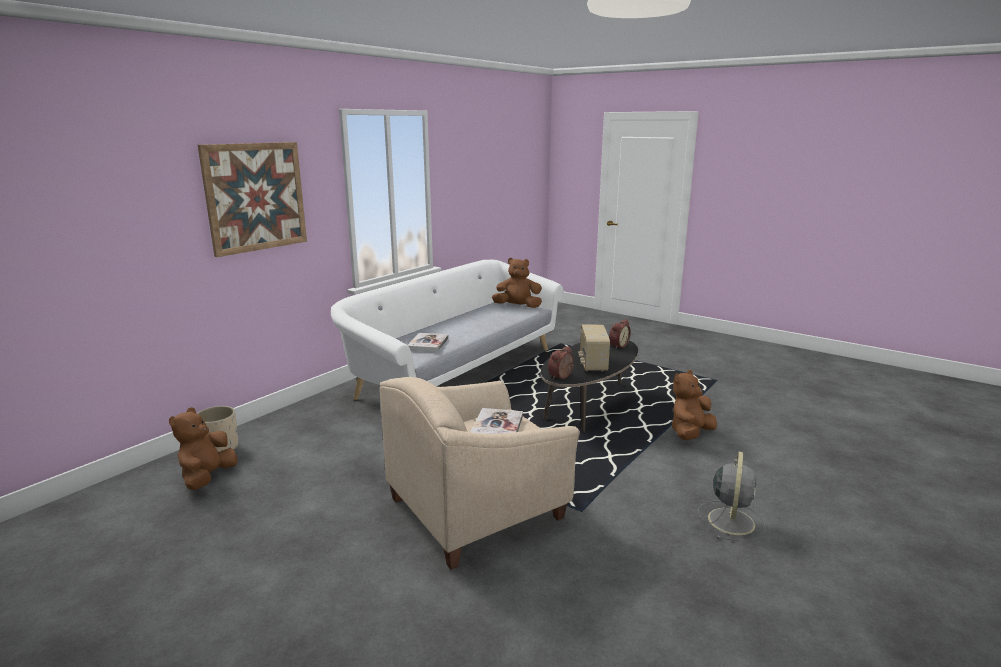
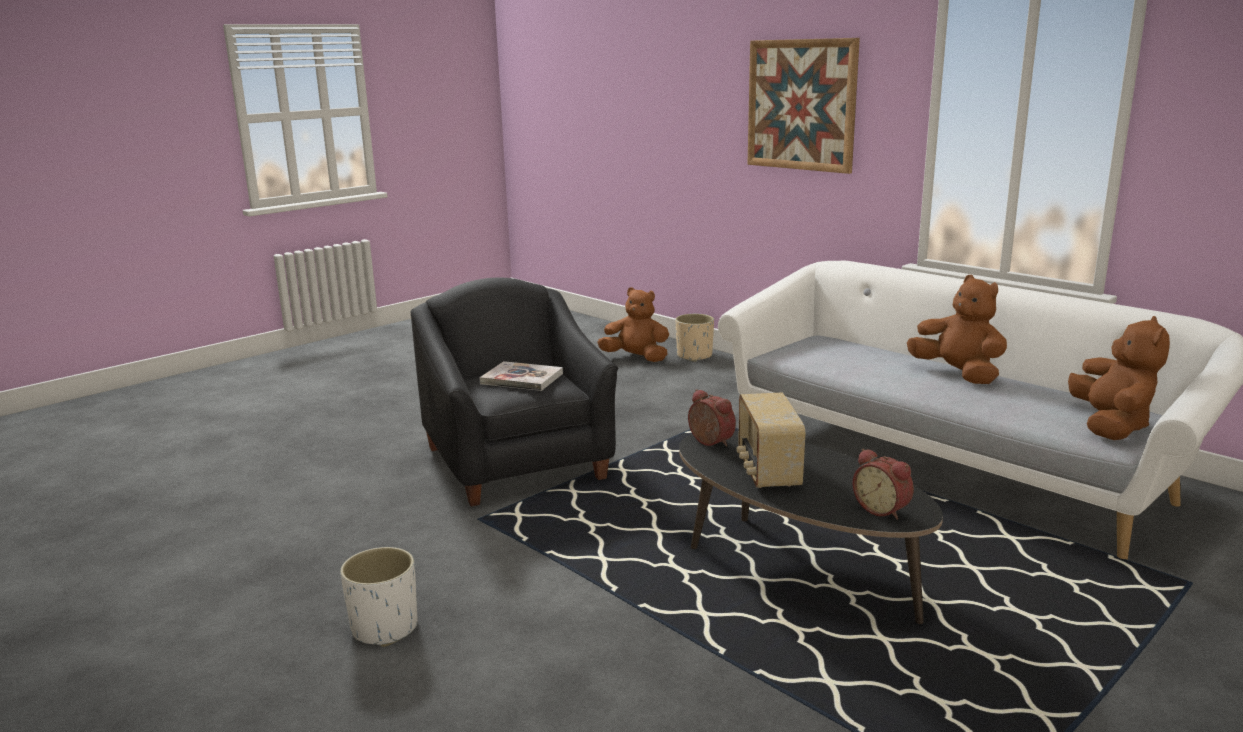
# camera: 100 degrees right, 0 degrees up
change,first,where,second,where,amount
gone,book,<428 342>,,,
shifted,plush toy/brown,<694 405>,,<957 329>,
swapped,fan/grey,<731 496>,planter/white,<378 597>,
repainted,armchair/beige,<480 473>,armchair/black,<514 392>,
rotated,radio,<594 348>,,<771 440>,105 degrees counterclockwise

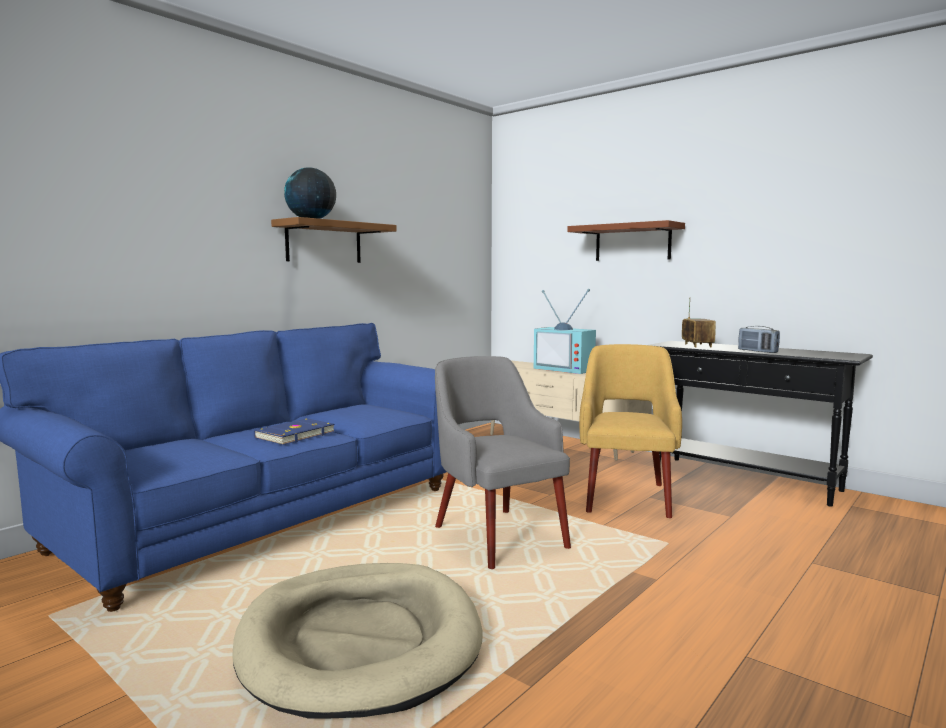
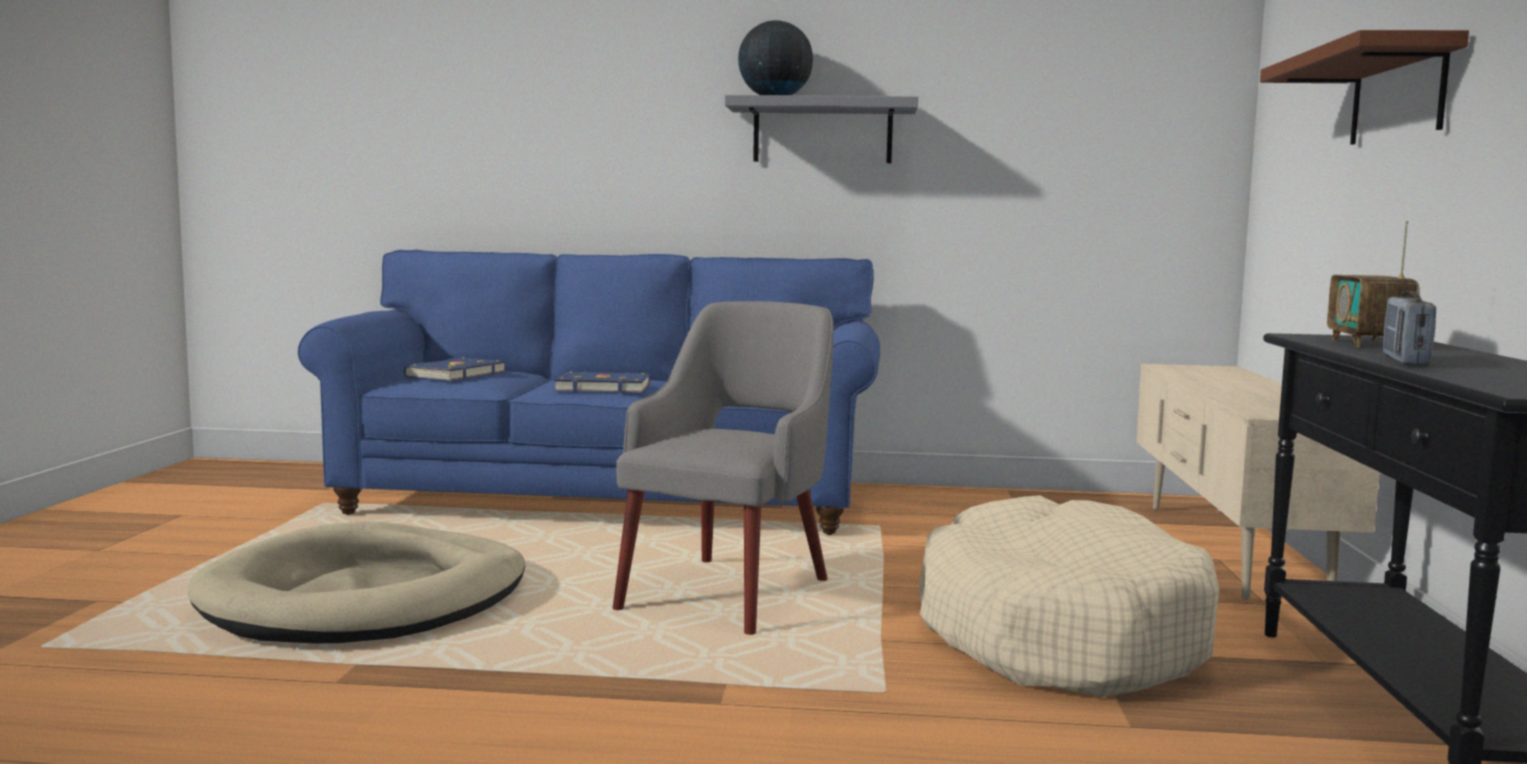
# camera: 55 degrees right, 0 degrees up
change,first,where,second,where,amount
gone,television,<565 331>,,,
new,,,book/blue,<455 369>,
swapped,armchair/yellow,<630 431>,dog bed/beige,<1069 596>,
repainted,shelf/brown,<334 240>,shelf/grey,<821 129>,
rotated,radio,<699 322>,,<1373 284>,135 degrees clockwise

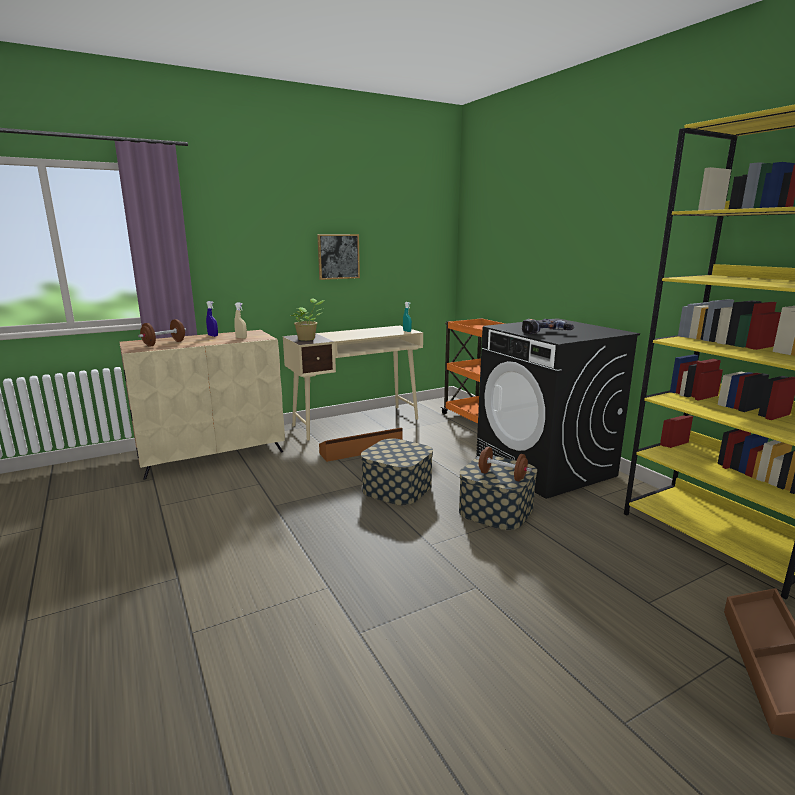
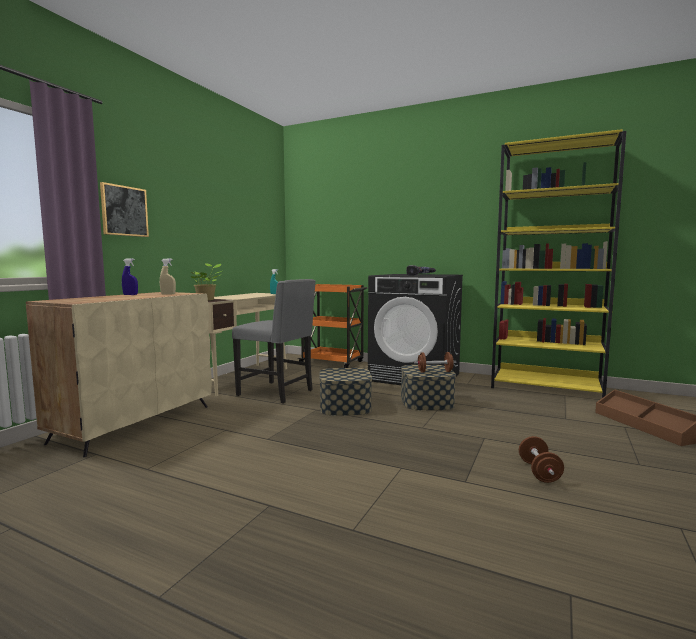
# camera: 35 degrees left, 10 degrees down
change,first,where,second,where,amount
shifted,dumbbell/brown,<162 333>,,<541 459>,
shifted,picture,<338 257>,,<124 209>,
swapped,storage box/brown,<361 445>,chair/grey,<274 341>,

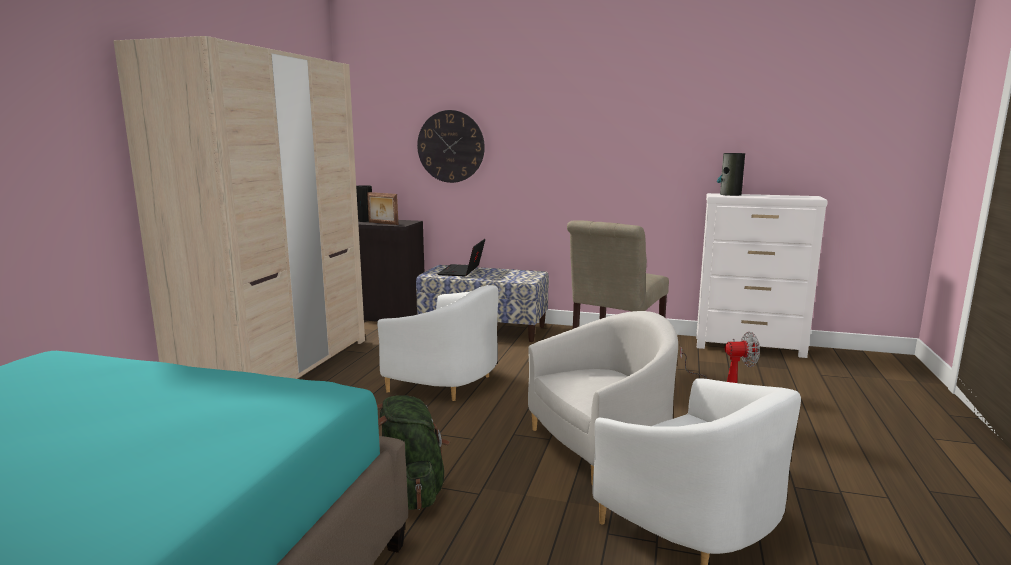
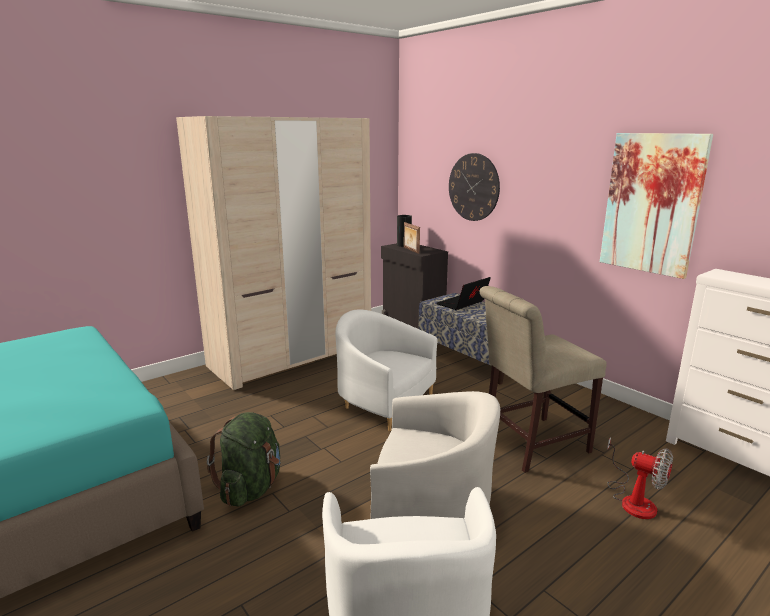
# camera: 35 degrees right, 5 degrees up
change,first,where,second,where,amount
gone,vase,<731 174>,,,
new,,,picture,<656 206>,
rotated,armchair/white,<437 343>,,<386 370>,150 degrees clockwise

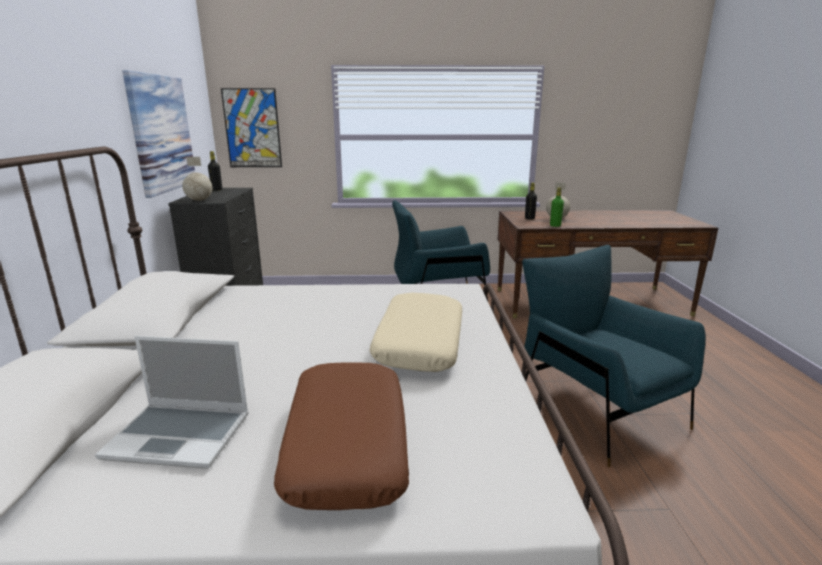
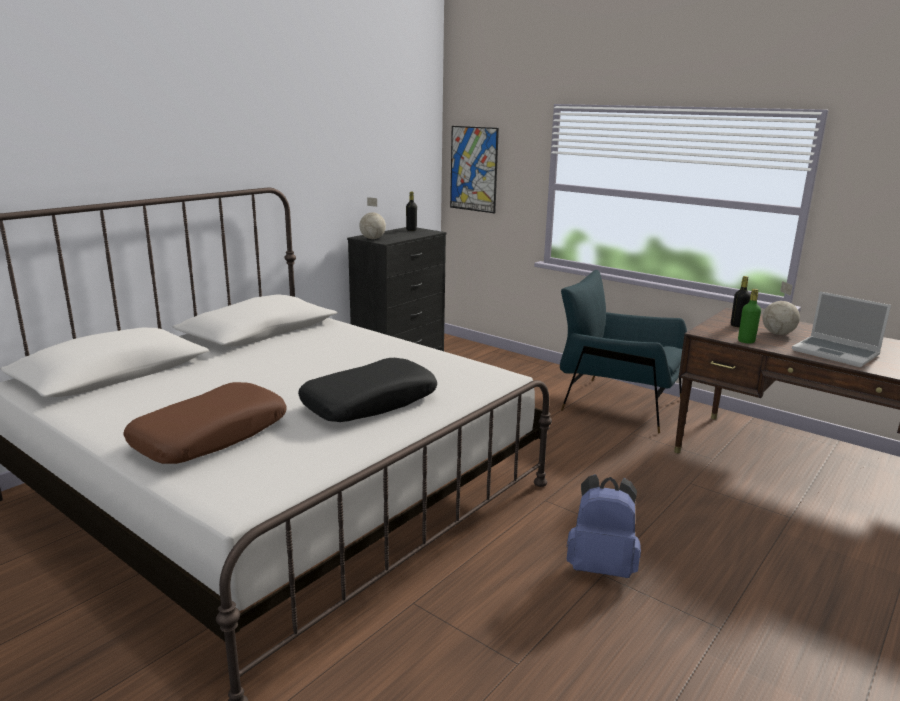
# camera: 40 degrees right, 0 degrees up
change,first,where,second,where,amount
gone,picture,<158 134>,,,
shifted,laptop,<172 402>,,<841 329>,
swapped,armchair/blue,<614 356>,backpack/blue,<603 526>,
repainted,pillow/beige,<416 332>,pillow/black,<367 390>,

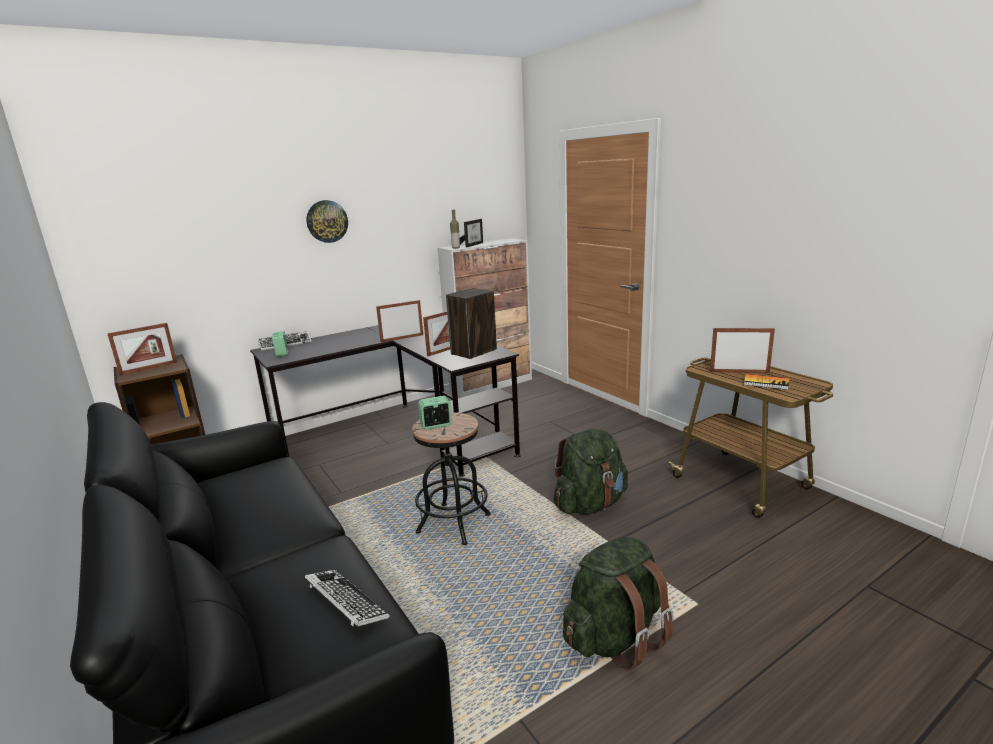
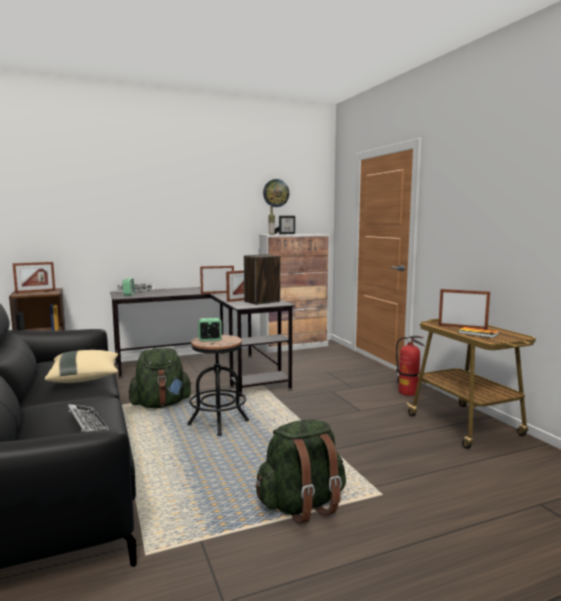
# camera: 10 degrees right, 10 degrees down
change,first,where,second,where,amount
new,,,pillow/beige,<82 366>,
new,,,fire extinguisher,<410 366>,
shifted,wall clock,<327 221>,,<276 193>,
shifted,backpack/green,<591 472>,,<160 378>,

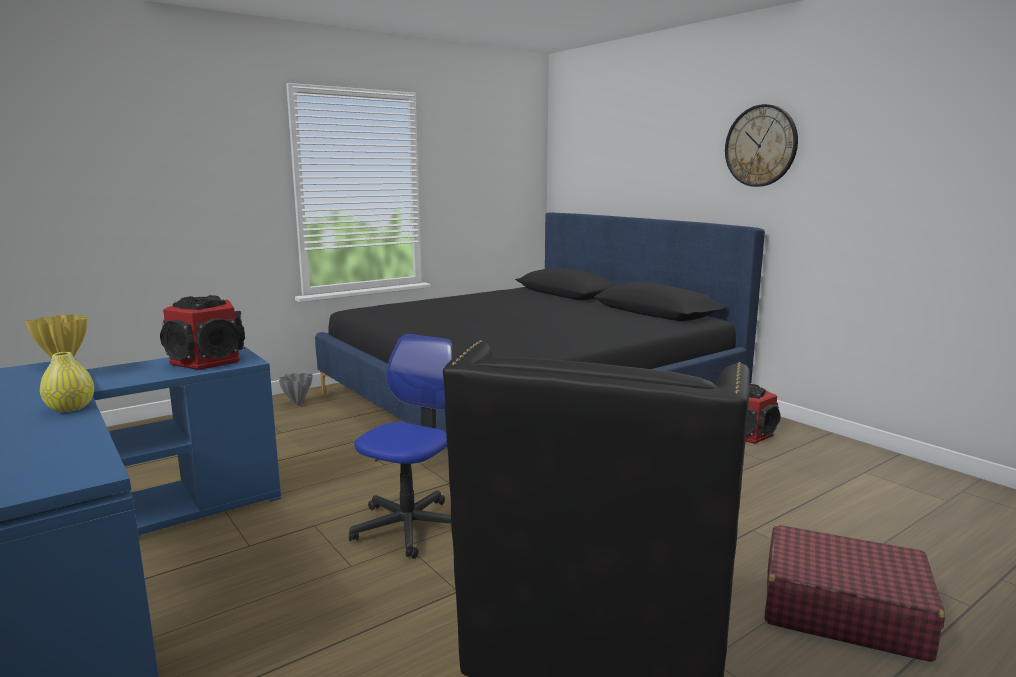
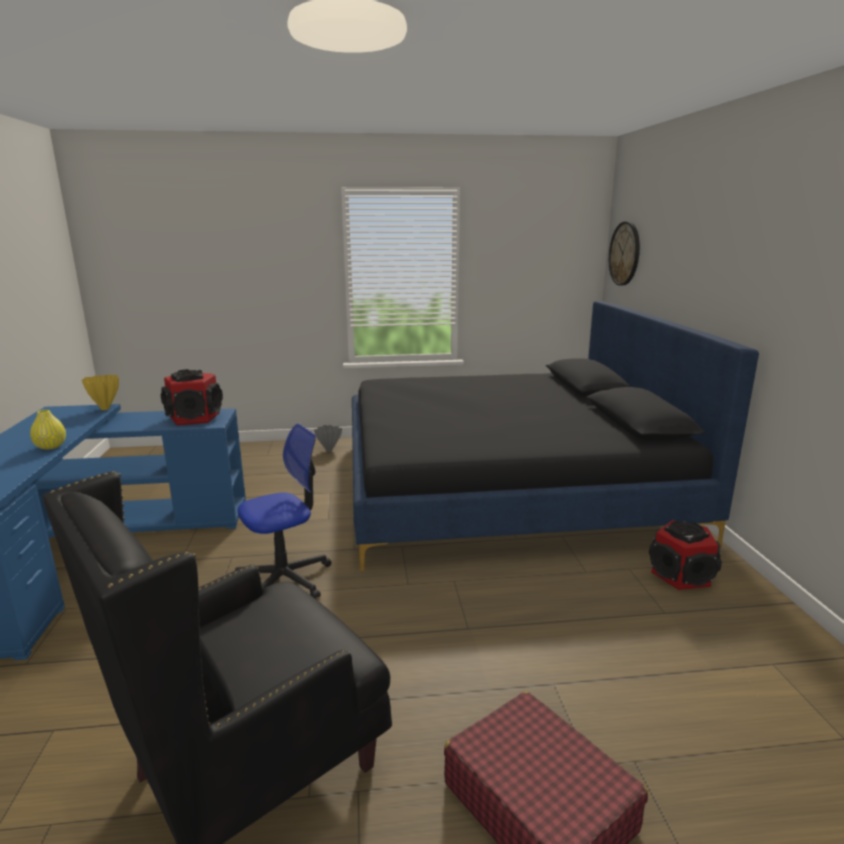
# camera: 30 degrees right, 5 degrees up
change,first,where,second,where,amount
shifted,wall clock,<761 145>,,<624 253>,

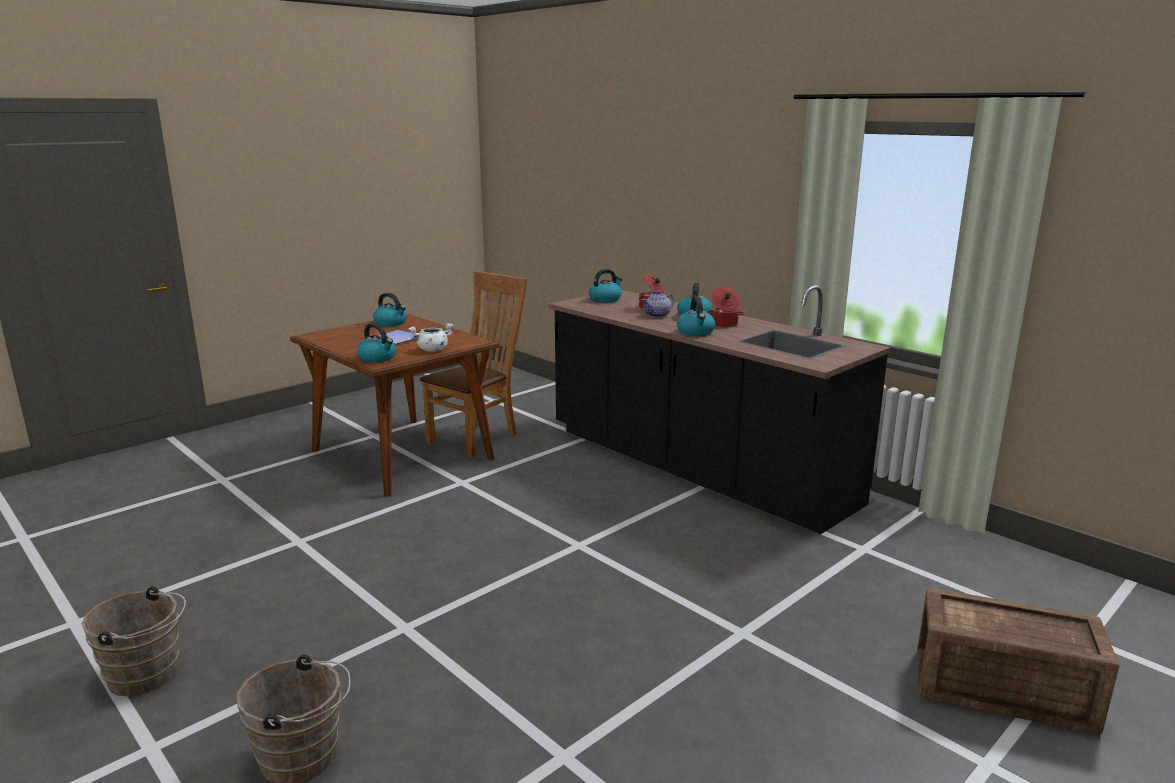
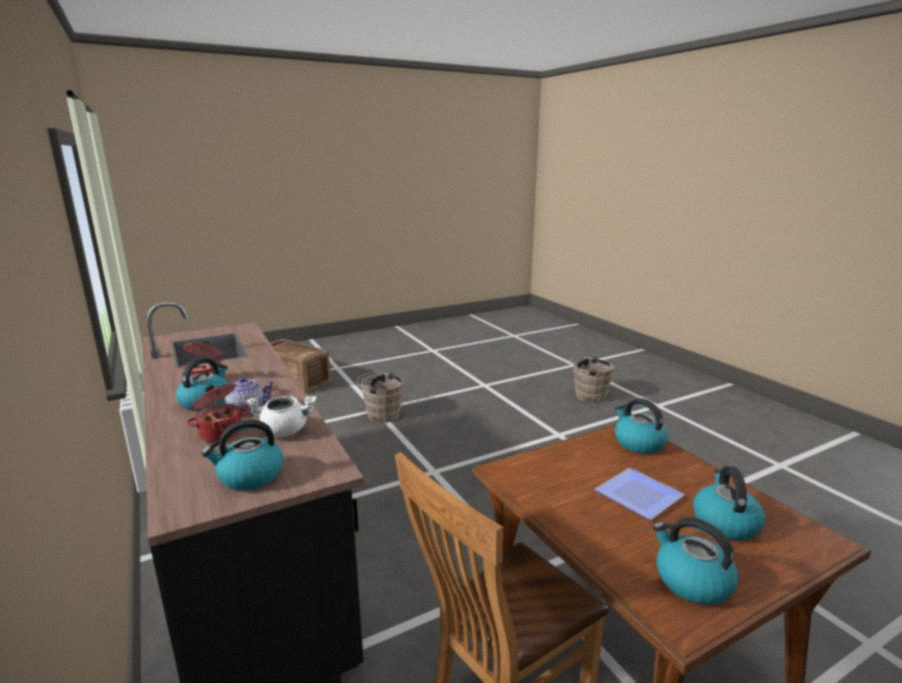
# camera: 165 degrees left, 0 degrees up
change,first,where,second,where,amount
shifted,bucket/brown,<134 641>,,<380 397>,
shifted,cooking pot/white,<430 337>,,<281 416>,
shifted,kettle,<696 316>,,<729 503>,

